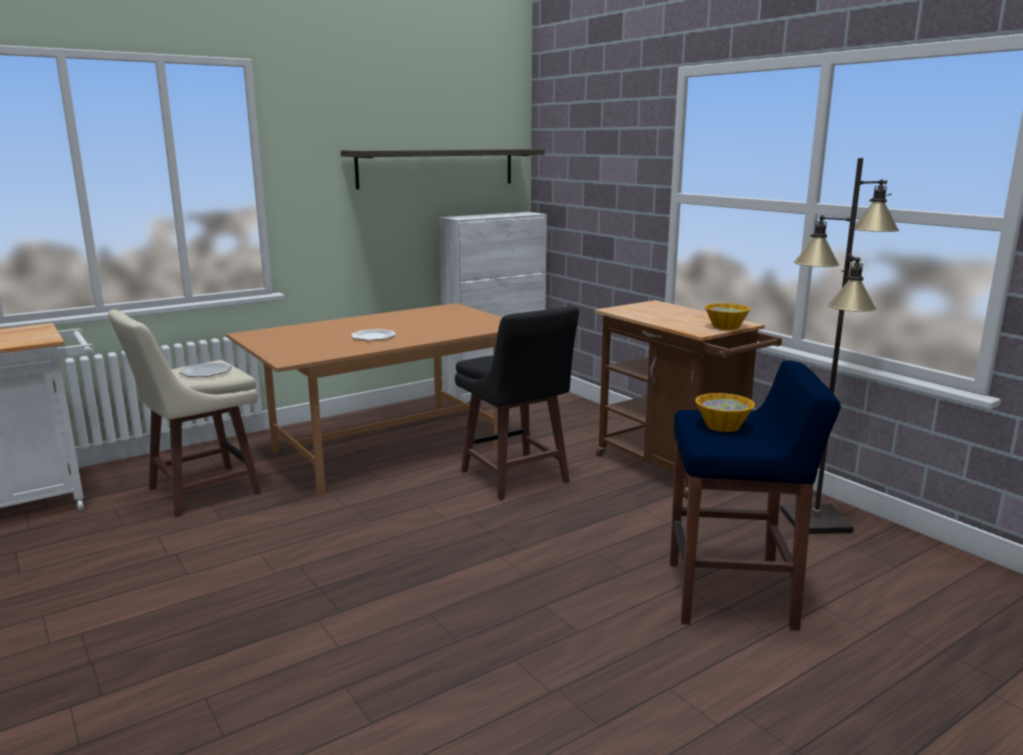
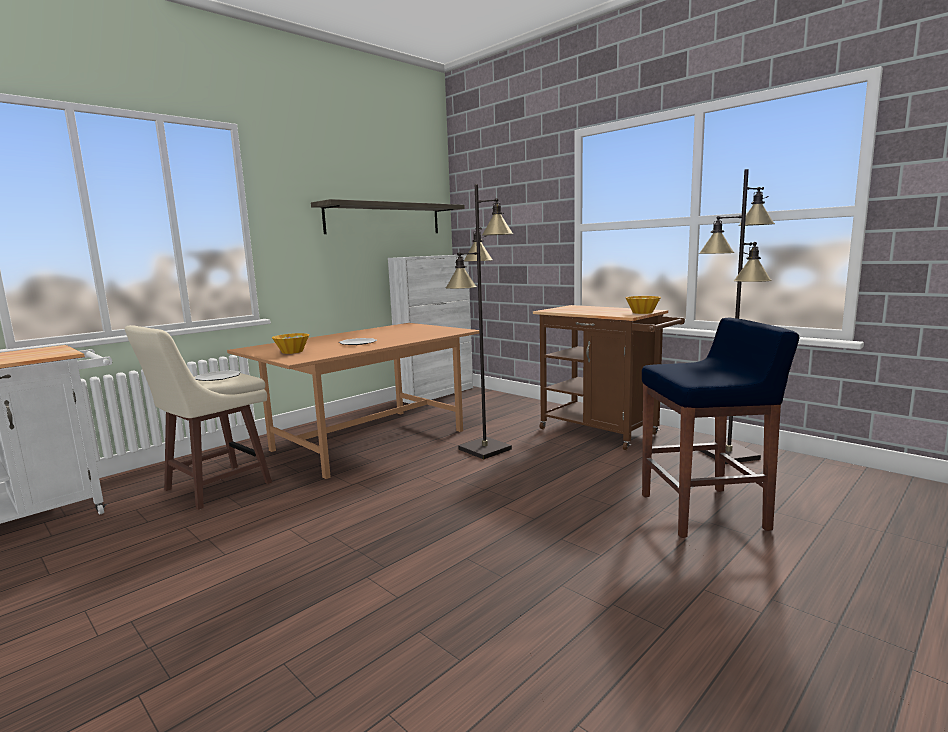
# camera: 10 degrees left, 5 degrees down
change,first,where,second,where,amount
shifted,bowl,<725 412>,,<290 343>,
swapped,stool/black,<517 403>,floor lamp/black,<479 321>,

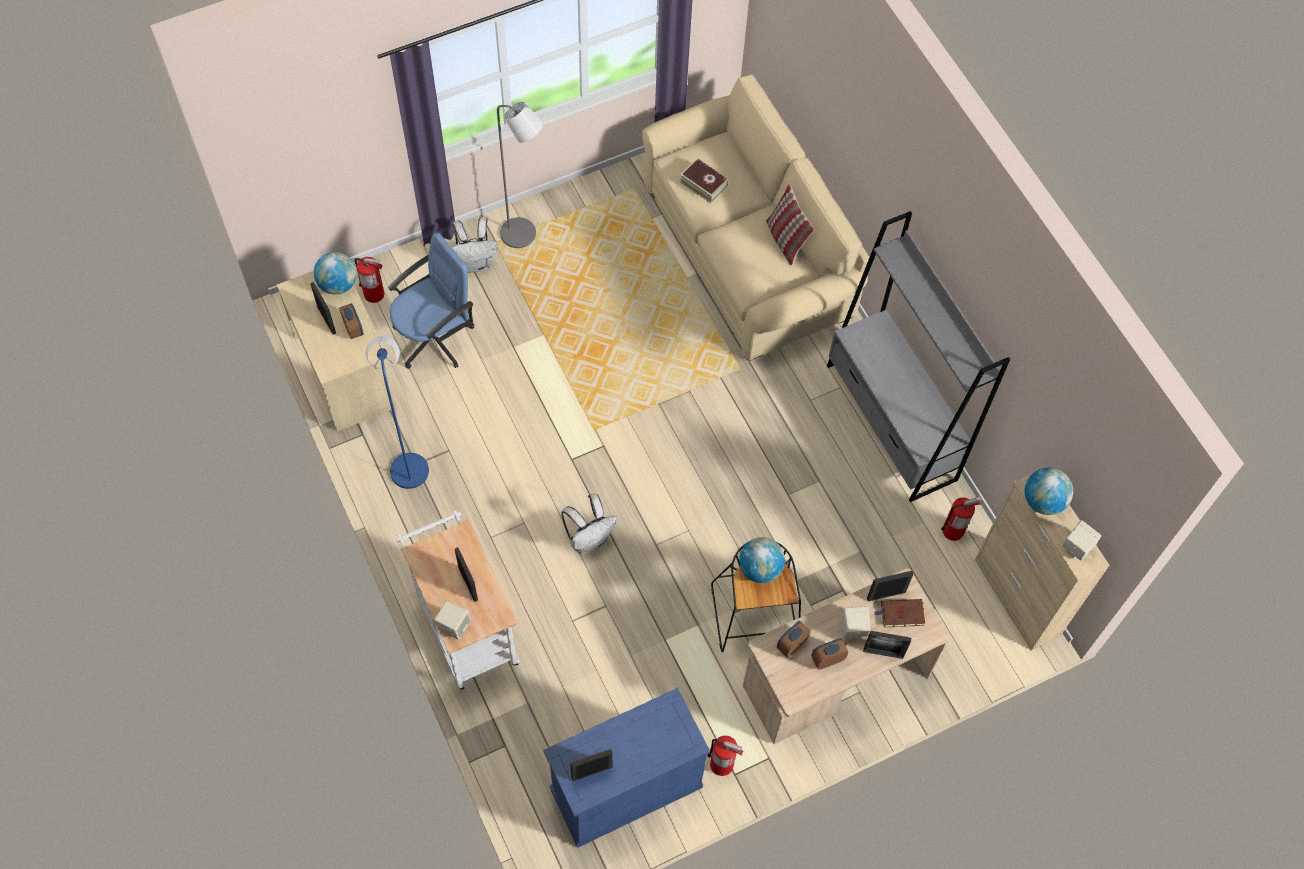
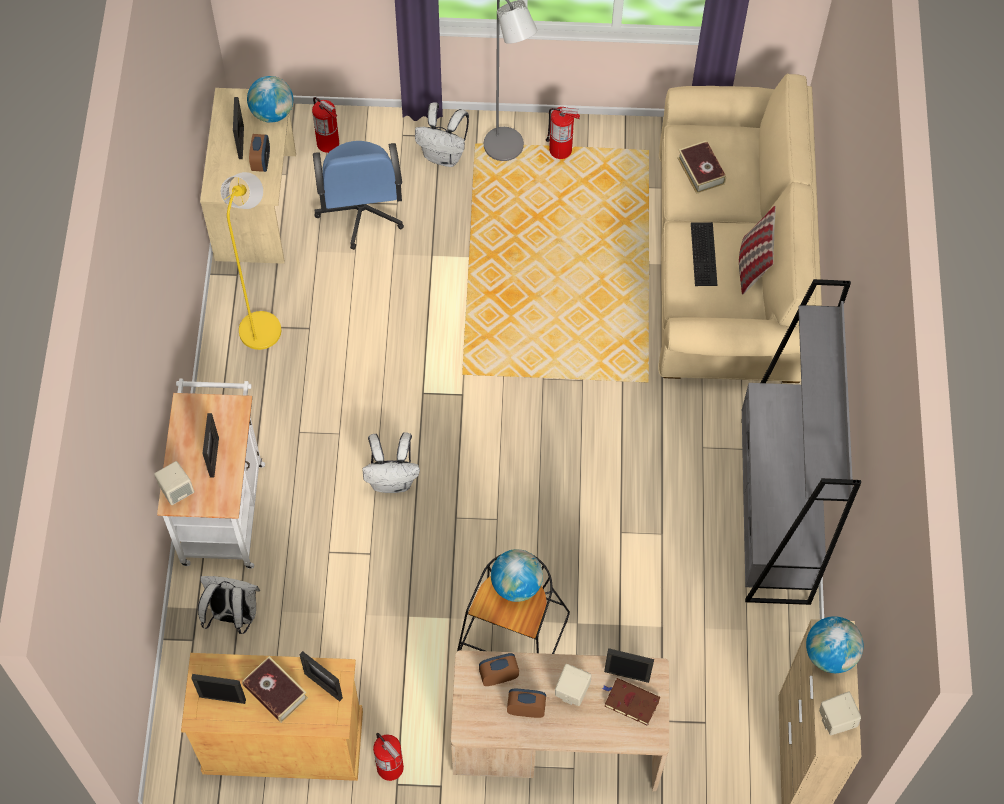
# camera: 30 degrees right, 0 degrees up
change,first,where,second,where,amount
new,,,backpack/white,<229 605>,
new,,,book,<275 689>,
new,,,keyboard,<704 254>,
shifted,picture frame,<887 645>,,<321 676>,
shifted,fire extinguisher,<961 518>,,<563 133>,
repainted,floor lamp/blue,<397 412>,floor lamp/yellow,<251 261>,
repainted,cabinet/blue,<626 768>,cabinet/beige,<272 717>,
rotated,office chair/blue,<431 300>,,<358 195>,90 degrees clockwise

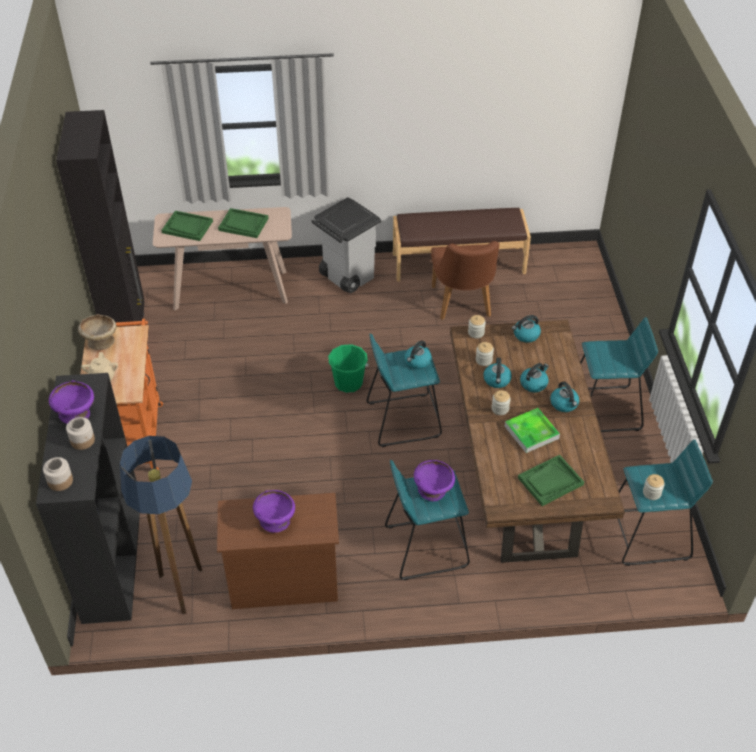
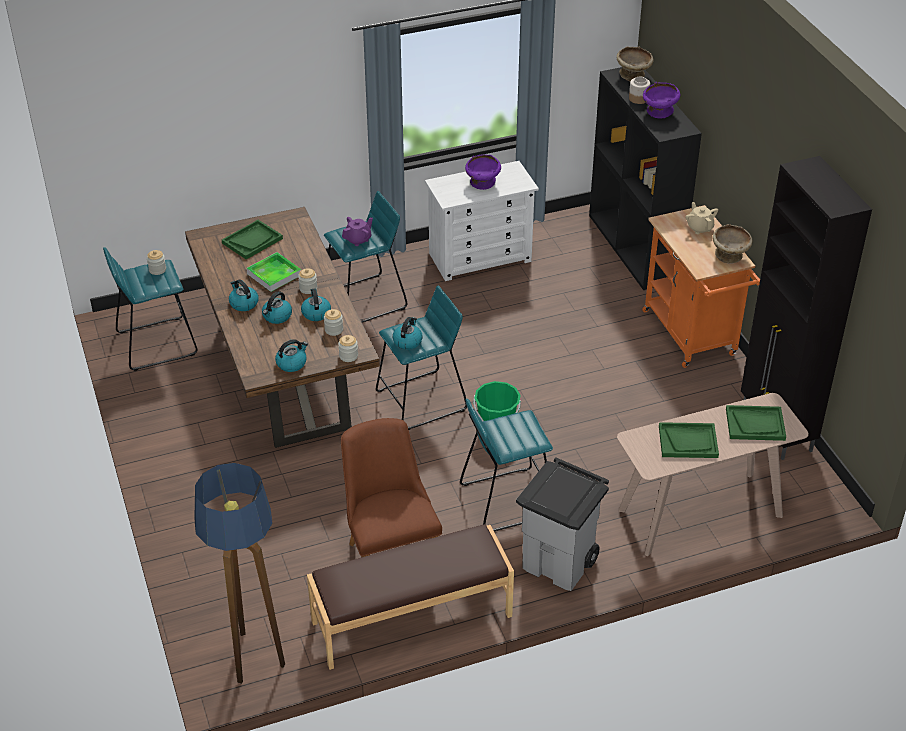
# camera: 165 degrees right, 5 degrees down
change,first,where,second,where,amount
shifted,floor lamp,<161 525>,,<239 573>,
shifted,stool/turquoise,<619 374>,,<506 464>,
swapped,jar,<58 474>,bowl/beige,<635 64>,
swapped,bowl/purple,<434 480>,teapot/purple,<357 231>,
repainted,dresser/brown,<278 551>,dresser/white,<482 221>,

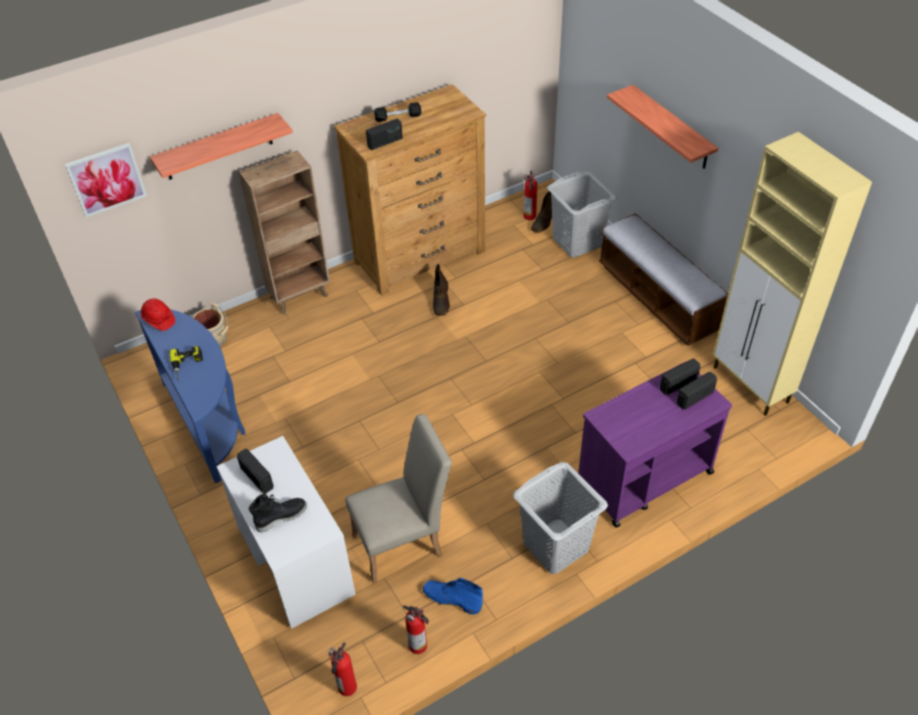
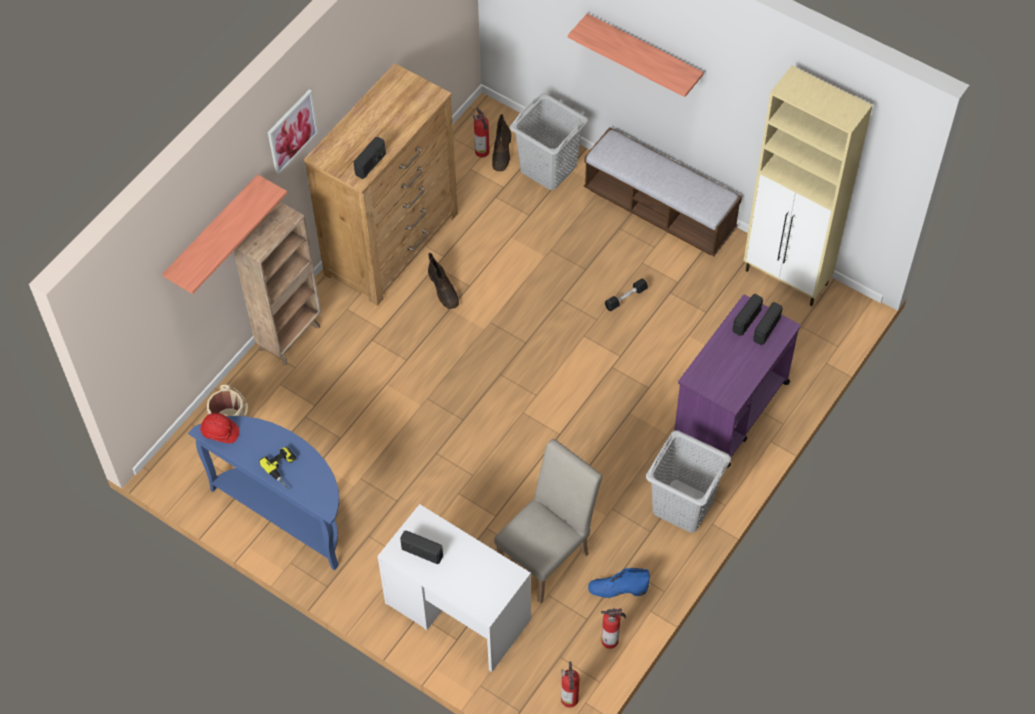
# camera: 25 degrees left, 10 degrees up
change,first,where,second,where,amount
gone,boot/black,<277 512>,,,
shifted,picture,<106 180>,,<293 132>,
shifted,dumbbell/black,<397 112>,,<626 294>,

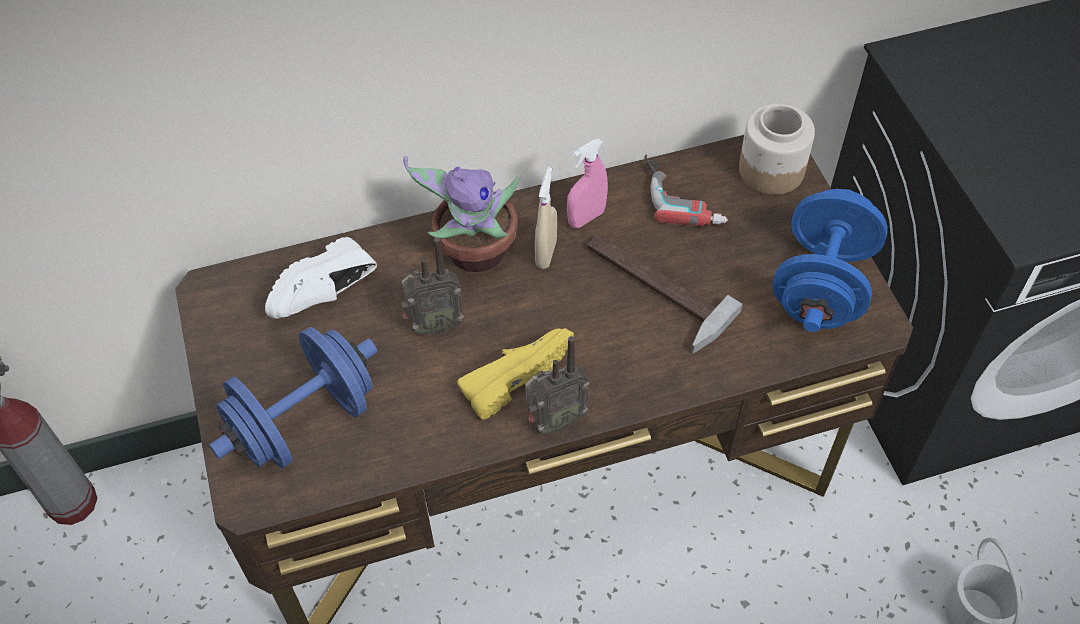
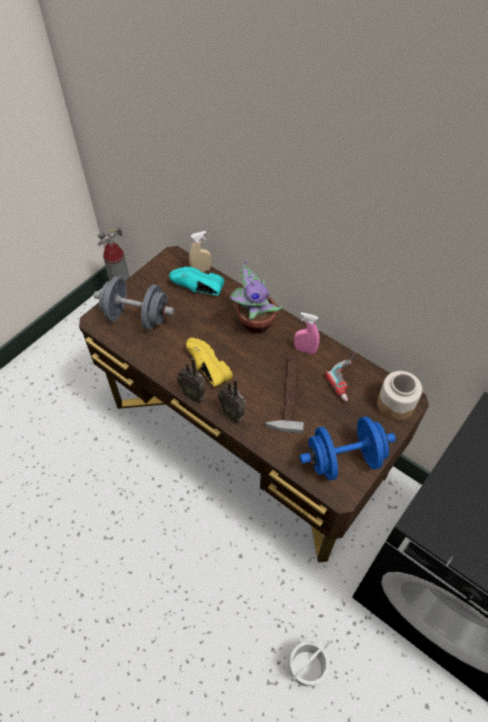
# camera: 55 degrees right, 0 degrees up
change,first,where,second,where,amount
shifted,radio,<432 286>,,<232 401>,
shifted,spray bottle/beige,<546 218>,,<200 251>,
repainted,dumbbell/blue,<293 397>,dumbbell/grey,<134 303>,
repainted,shoe/white,<321 278>,shoe/turquoise,<196 281>,
rotated,shoe/yellow,<515 374>,,<209 362>,150 degrees counterclockwise

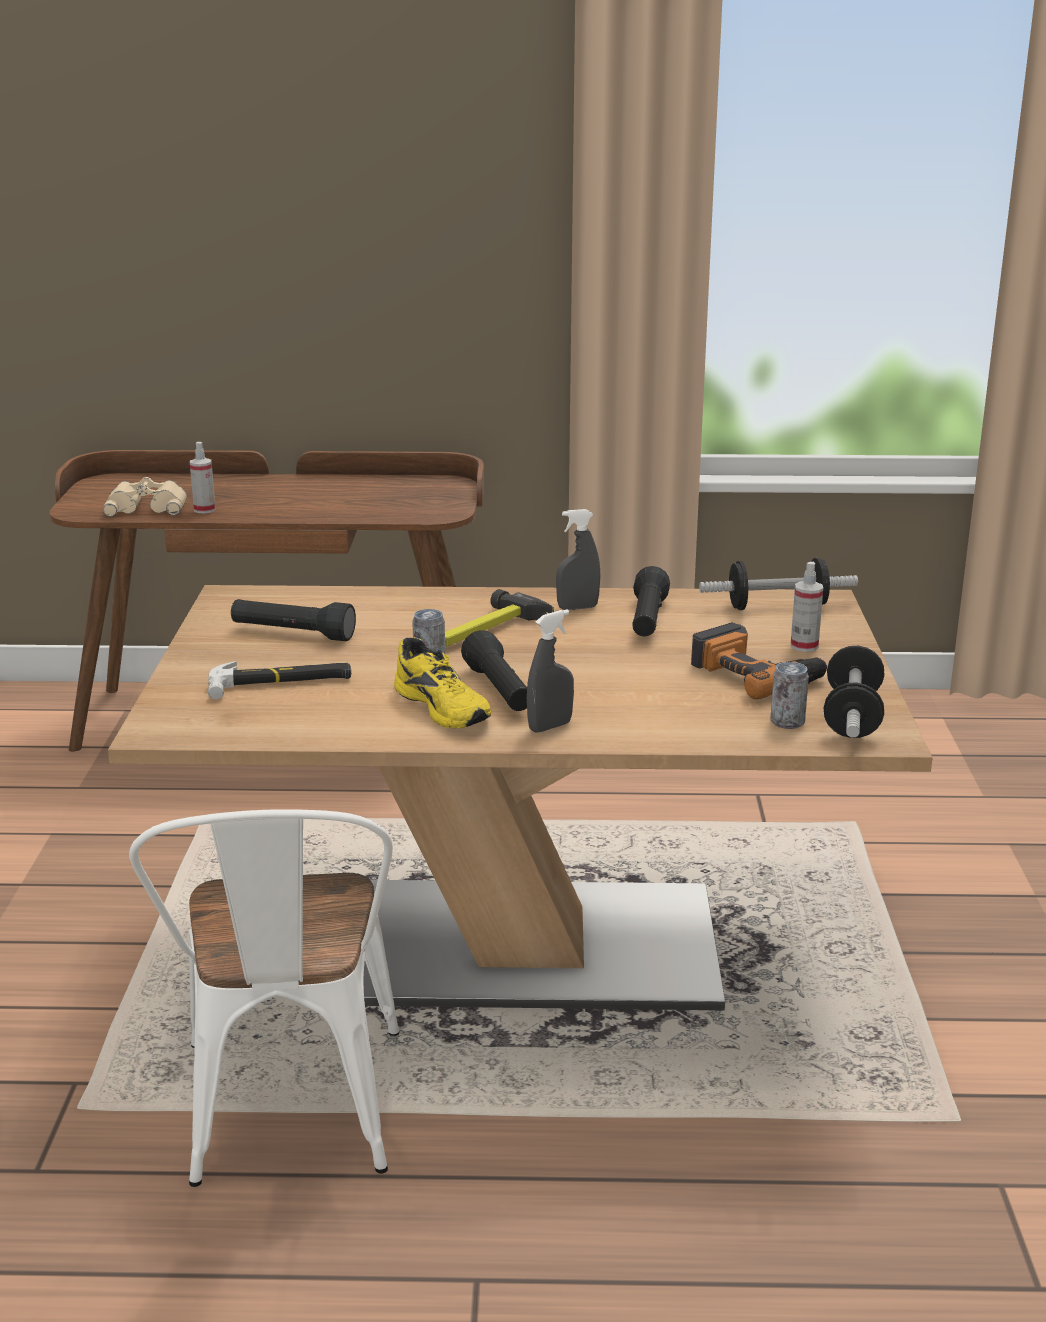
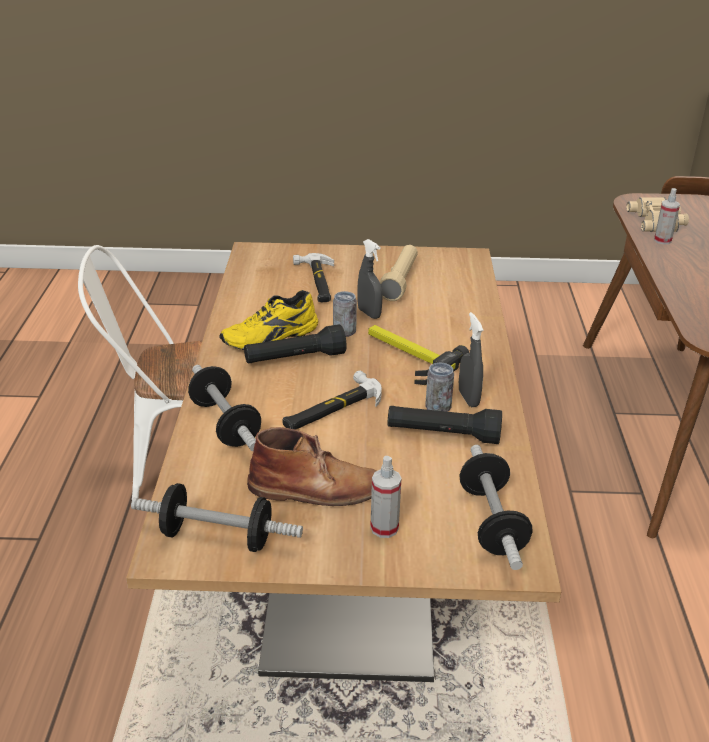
# camera: 90 degrees right, 10 degrees up
change,first,where,second,where,amount
new,,,dumbbell,<224 408>,
new,,,hammer,<332 400>,
shifted,spray bottle/grey,<550 670>,,<370 279>,
shifted,can,<789 695>,,<439 387>,
swapped,power drill,<759 660>,boot/brown,<311 466>,
repainted,flashlight/black,<293 620>,flashlight/beige,<398 273>,

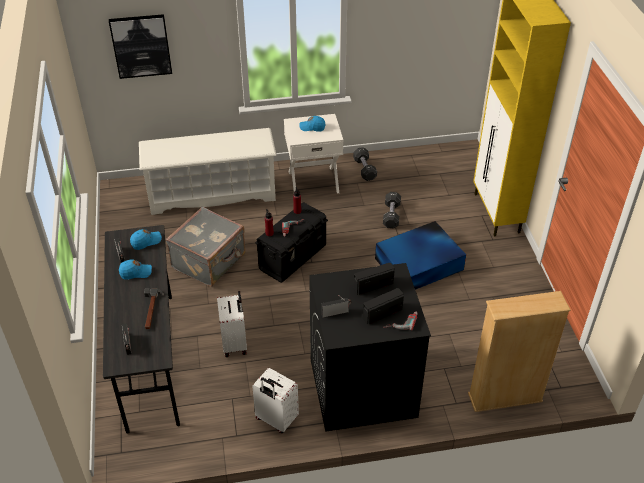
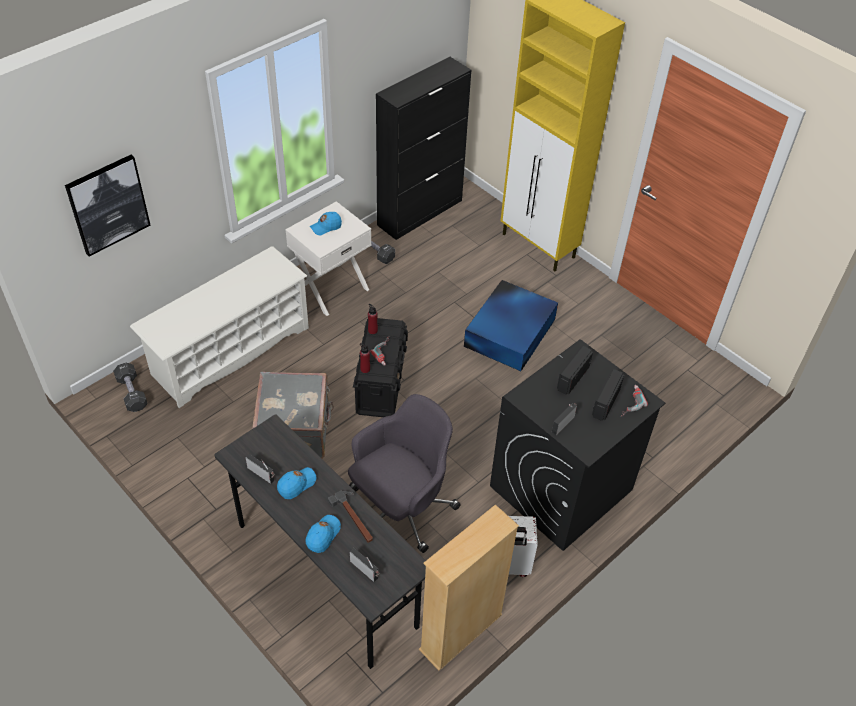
# camera: 35 degrees left, 5 degrees up
change,first,where,second,where,amount
new,,,cabinet/black,<423 148>,
shifted,cap/blue,<146 239>,,<323 534>,
shifted,dumbbell/black,<392 210>,,<130 387>,
shifted,bookcase/beige,<519 351>,,<469 588>,
swapped,suitcase/white,<232 324>,office chair/grey,<404 473>,

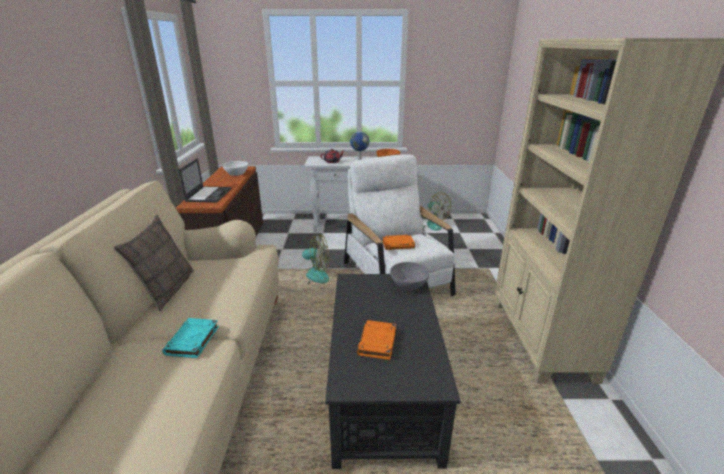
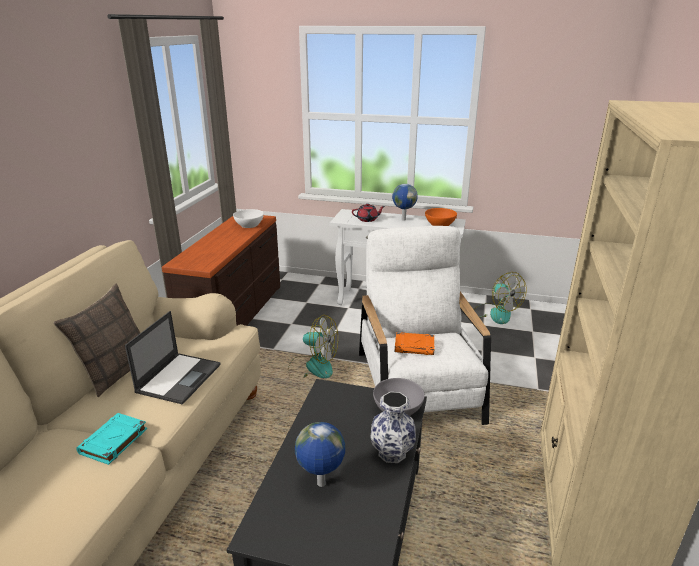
# camera: 15 degrees right, 0 degrees up
change,first,where,second,where,amount
new,,,vase,<393 427>,
shifted,laptop,<205 180>,,<172 358>,
swapped,book/orange,<376 340>,globe,<320 454>,

